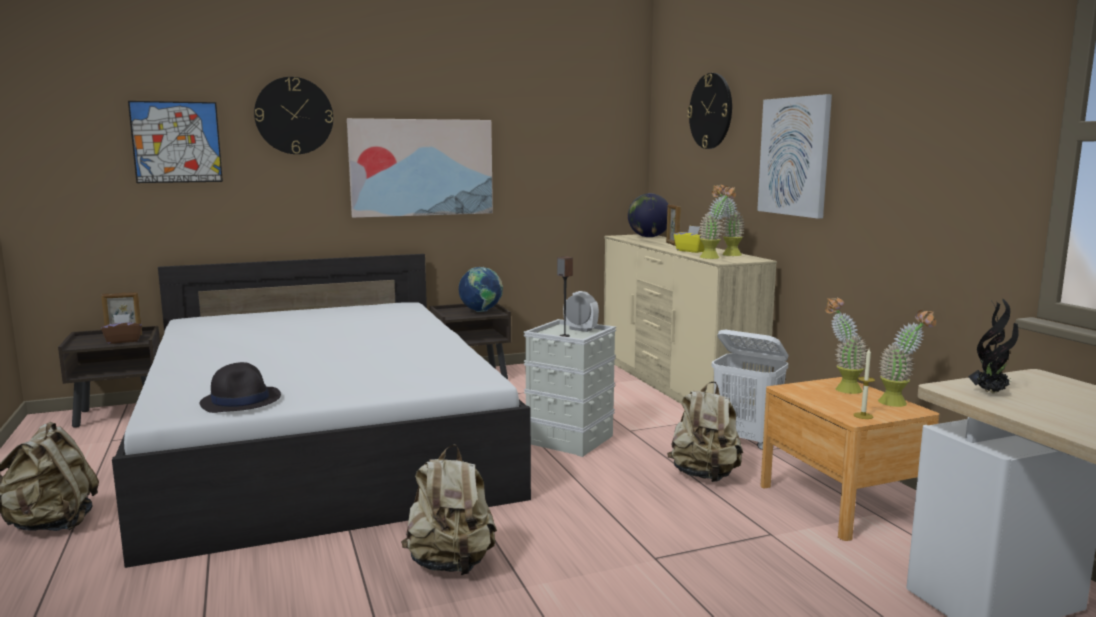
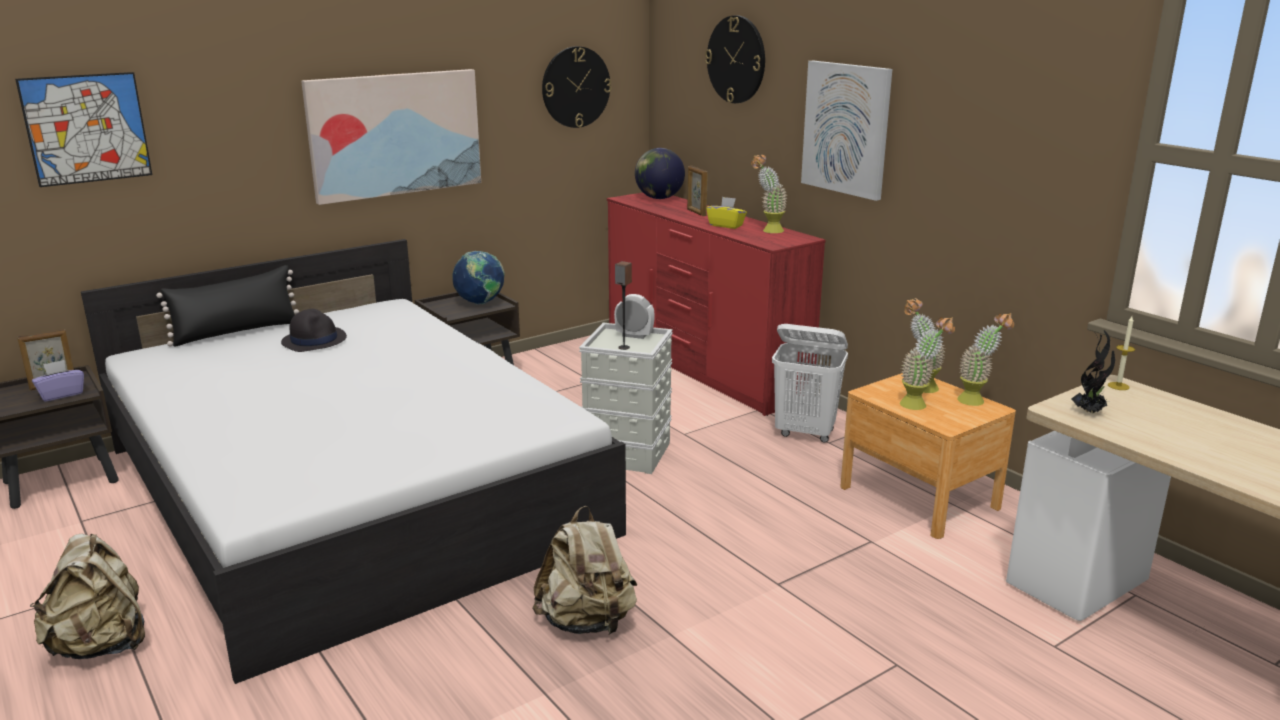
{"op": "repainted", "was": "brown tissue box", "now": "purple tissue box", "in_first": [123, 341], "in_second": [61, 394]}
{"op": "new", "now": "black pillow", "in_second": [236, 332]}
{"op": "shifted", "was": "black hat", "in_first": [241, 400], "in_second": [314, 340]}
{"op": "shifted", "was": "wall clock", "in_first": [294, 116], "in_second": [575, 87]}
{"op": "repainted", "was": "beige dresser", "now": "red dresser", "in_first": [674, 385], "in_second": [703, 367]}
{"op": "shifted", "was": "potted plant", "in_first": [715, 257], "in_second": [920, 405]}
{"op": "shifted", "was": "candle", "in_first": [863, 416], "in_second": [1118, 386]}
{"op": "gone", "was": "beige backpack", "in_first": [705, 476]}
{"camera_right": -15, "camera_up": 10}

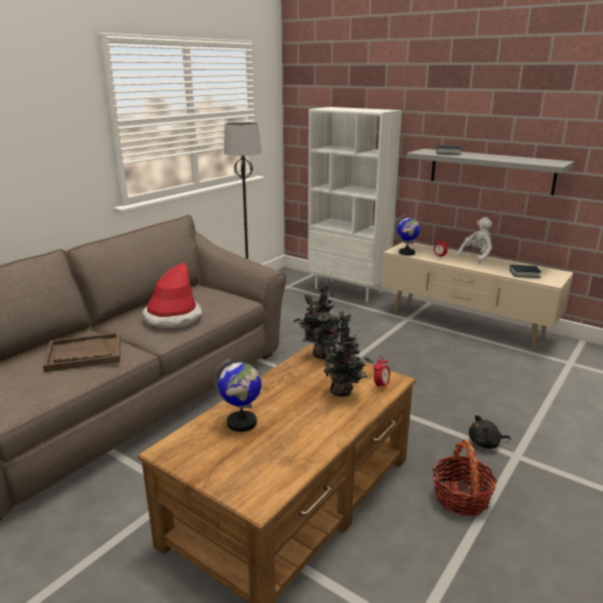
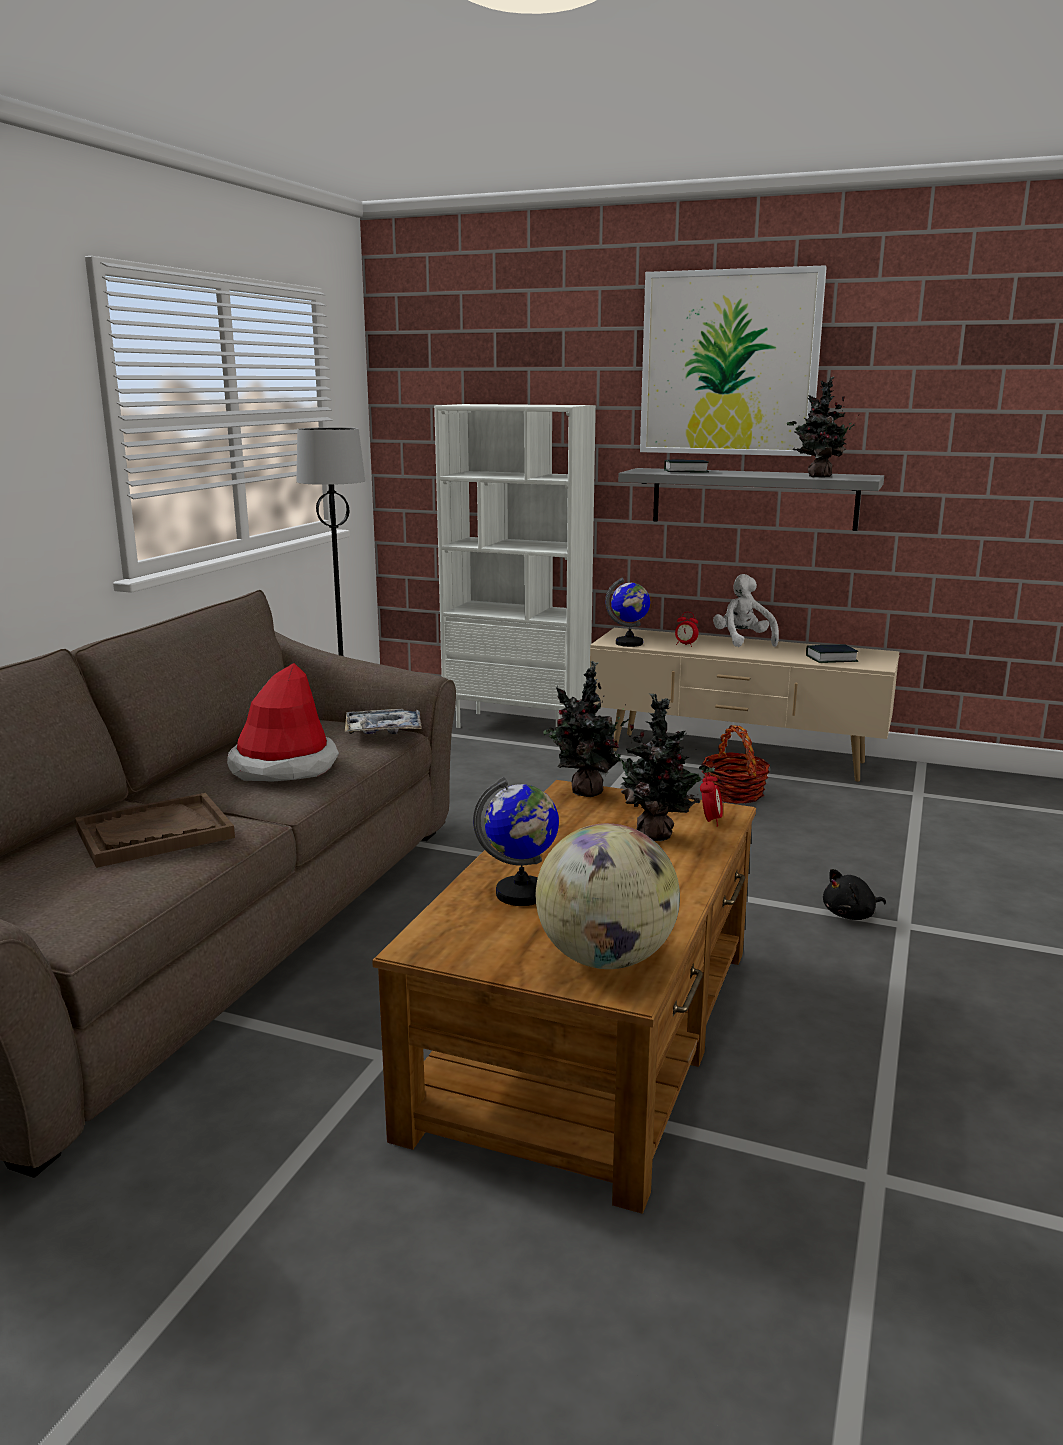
{"op": "new", "now": "tray", "in_second": [384, 730]}
{"op": "new", "now": "globe", "in_second": [606, 959]}
{"op": "new", "now": "picture", "in_second": [729, 363]}
{"op": "shifted", "was": "basket", "in_first": [461, 498], "in_second": [734, 793]}
{"op": "rotated", "was": "white plush toy", "in_first": [476, 256], "in_second": [743, 641], "clockwise": -45}
{"op": "new", "now": "potted plant", "in_second": [817, 476]}
{"camera_right": -15, "camera_up": -5}

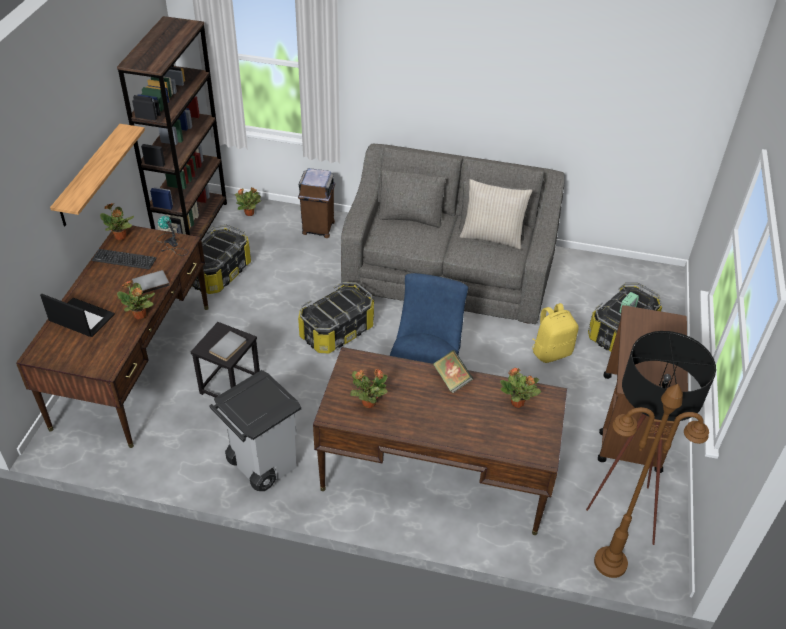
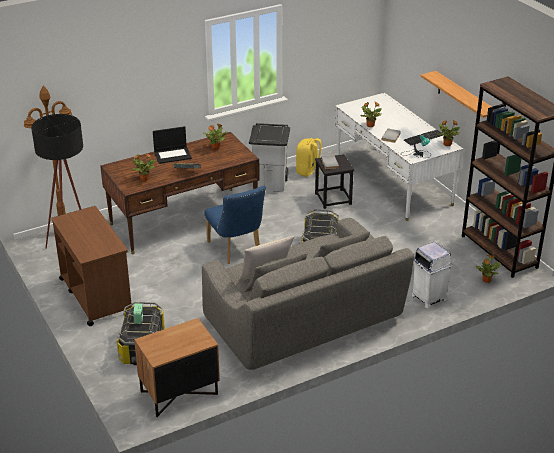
{"op": "new", "now": "brown nightstand", "in_second": [179, 393]}
{"op": "shifted", "was": "laptop", "in_first": [81, 318], "in_second": [173, 155]}
{"op": "shifted", "was": "yellow backpack", "in_first": [551, 352], "in_second": [308, 171]}
{"op": "repainted", "was": "brown desk", "now": "white desk", "in_first": [133, 365], "in_second": [392, 182]}
{"op": "repainted", "was": "brown trash can", "now": "white trash can", "in_first": [318, 228], "in_second": [428, 297]}
{"op": "gone", "was": "storage box", "in_first": [218, 273]}
{"camera_right": 140, "camera_up": -10}

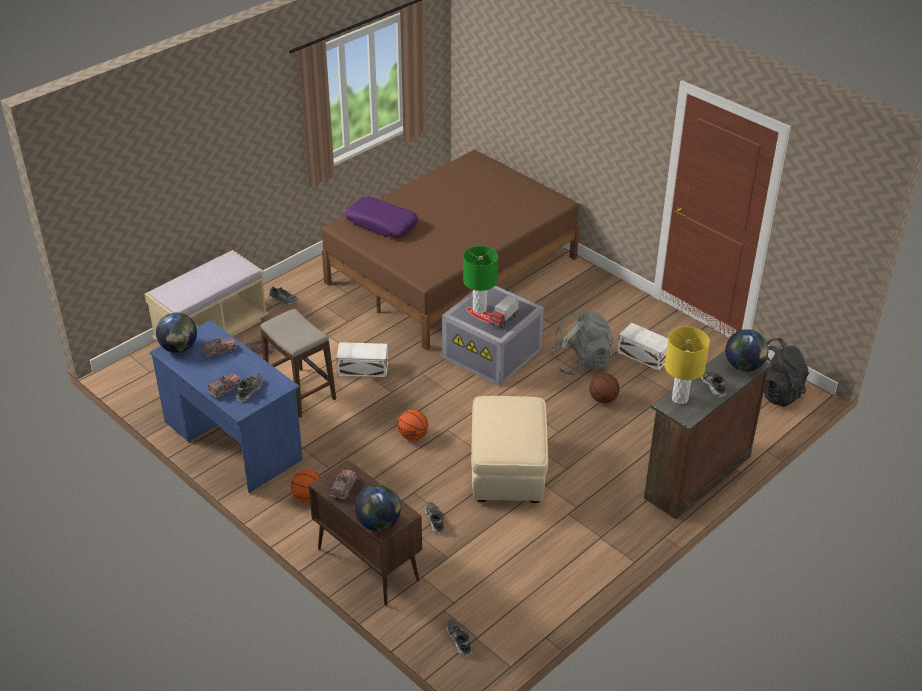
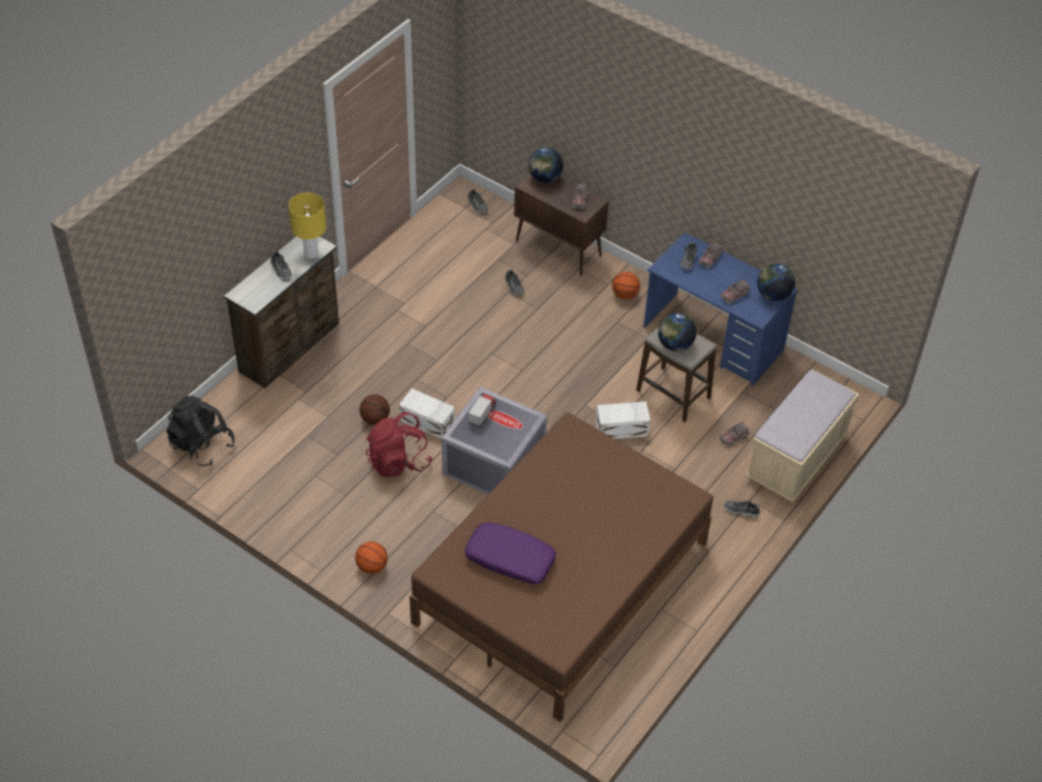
{"op": "shifted", "was": "basketball", "in_first": [413, 436], "in_second": [371, 566]}
{"op": "repainted", "was": "grey backpack", "now": "red backpack", "in_first": [581, 362], "in_second": [398, 461]}
{"op": "shifted", "was": "white storage box", "in_first": [643, 355], "in_second": [427, 422]}
{"op": "shifted", "was": "purple pillow", "in_first": [382, 224], "in_second": [509, 559]}
{"op": "shifted", "was": "globe", "in_first": [744, 366], "in_second": [675, 345]}
{"op": "gone", "was": "green table lamp", "in_first": [479, 309]}
{"op": "gone", "was": "beige ottoman", "in_first": [507, 469]}
{"camera_right": 170, "camera_up": 10}

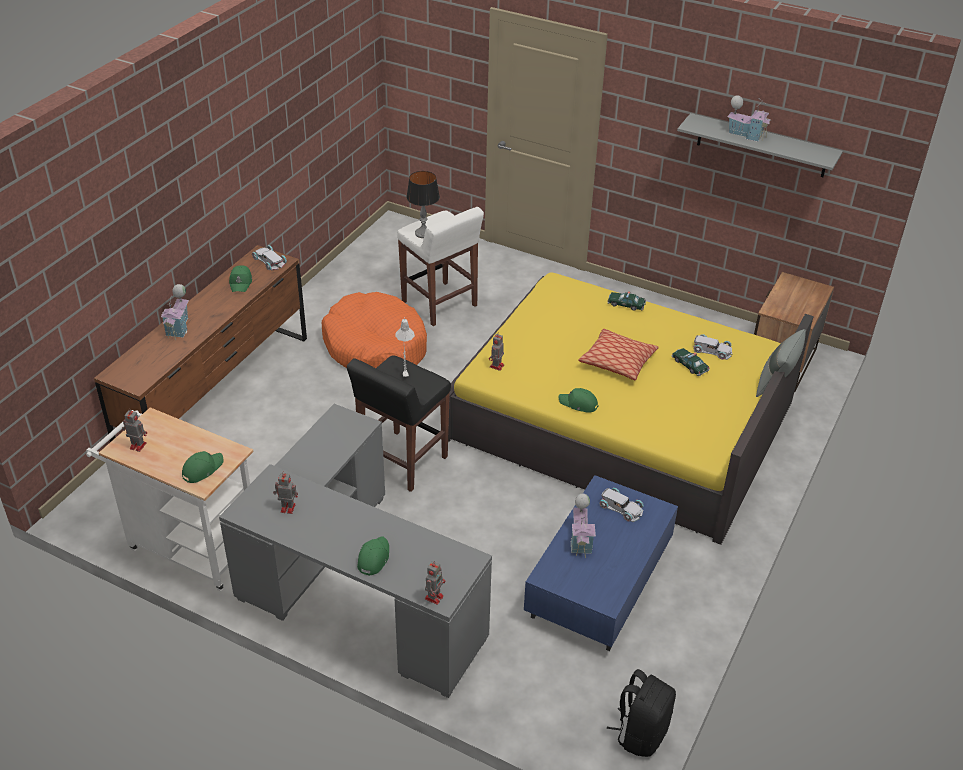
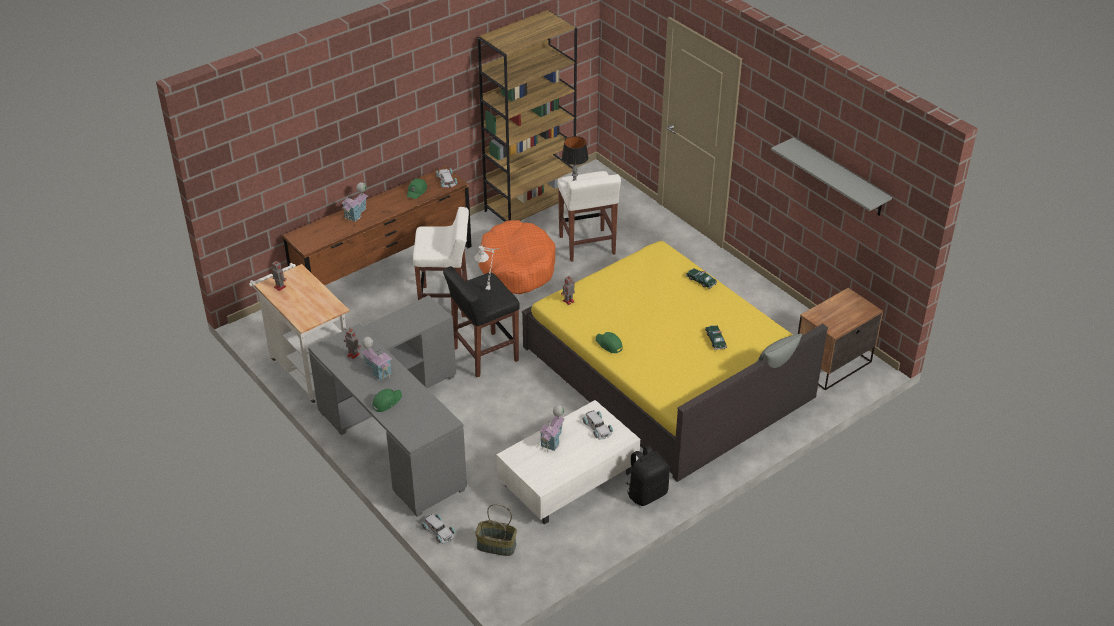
{"op": "shifted", "was": "toy house", "in_first": [746, 134], "in_second": [378, 370]}
{"op": "new", "now": "white stool", "in_second": [445, 302]}
{"op": "shifted", "was": "white toy car", "in_first": [712, 350], "in_second": [438, 531]}
{"op": "new", "now": "basket", "in_second": [496, 546]}
{"op": "new", "now": "brown bookcase", "in_second": [530, 205]}
{"op": "repainted", "was": "blue coffee table", "now": "white coffee table", "in_first": [598, 583], "in_second": [567, 479]}
{"op": "shifted", "was": "black backpack", "in_first": [641, 733], "in_second": [647, 493]}
{"op": "gone", "was": "green cap", "in_first": [202, 469]}
{"op": "gone", "was": "toy robot", "in_first": [434, 596]}
{"op": "gone", "was": "pillow", "in_first": [617, 361]}
{"camera_right": 25, "camera_up": 0}

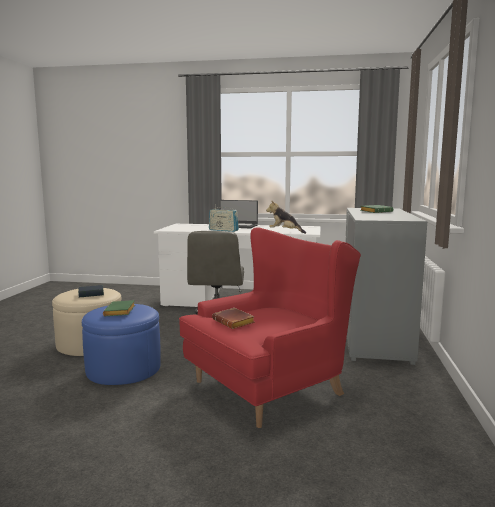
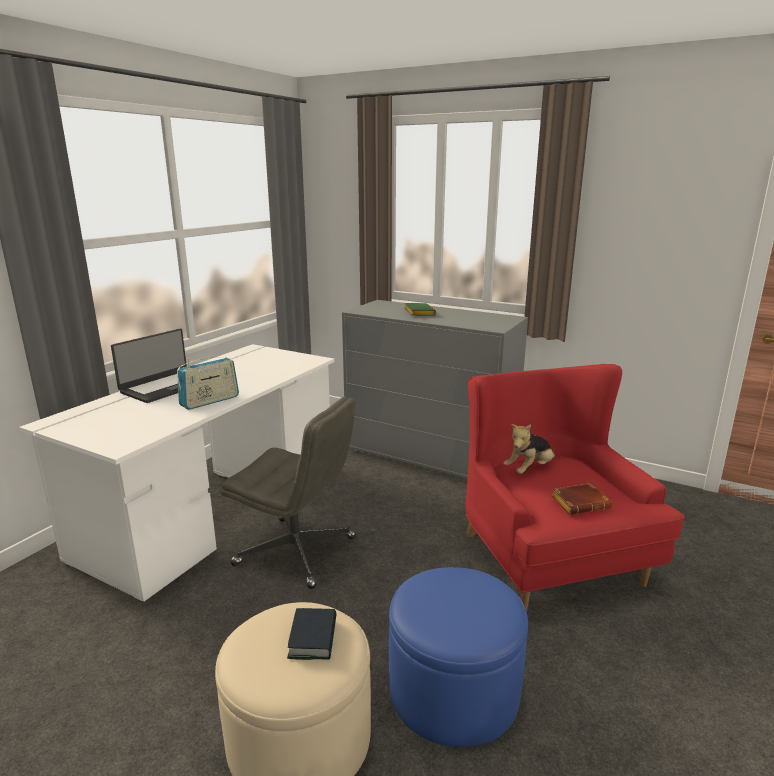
{"op": "shifted", "was": "plush toy", "in_first": [285, 232], "in_second": [529, 469]}
{"op": "gone", "was": "green book", "in_first": [120, 312]}
{"camera_right": -70, "camera_up": 10}

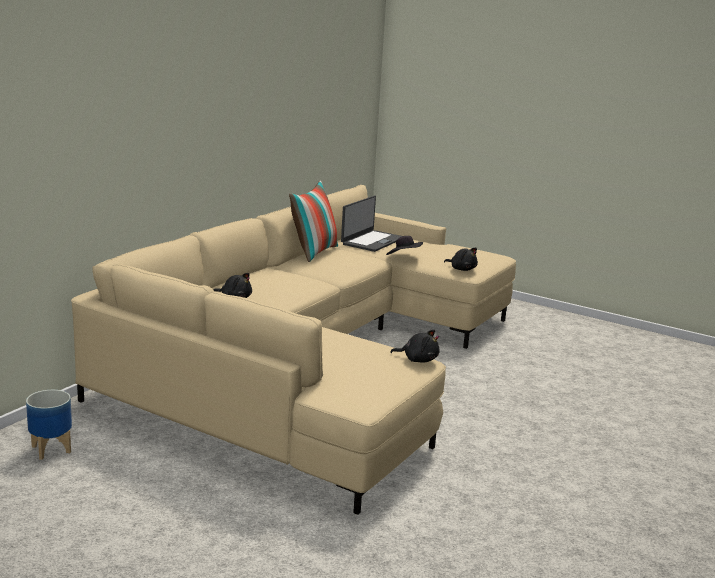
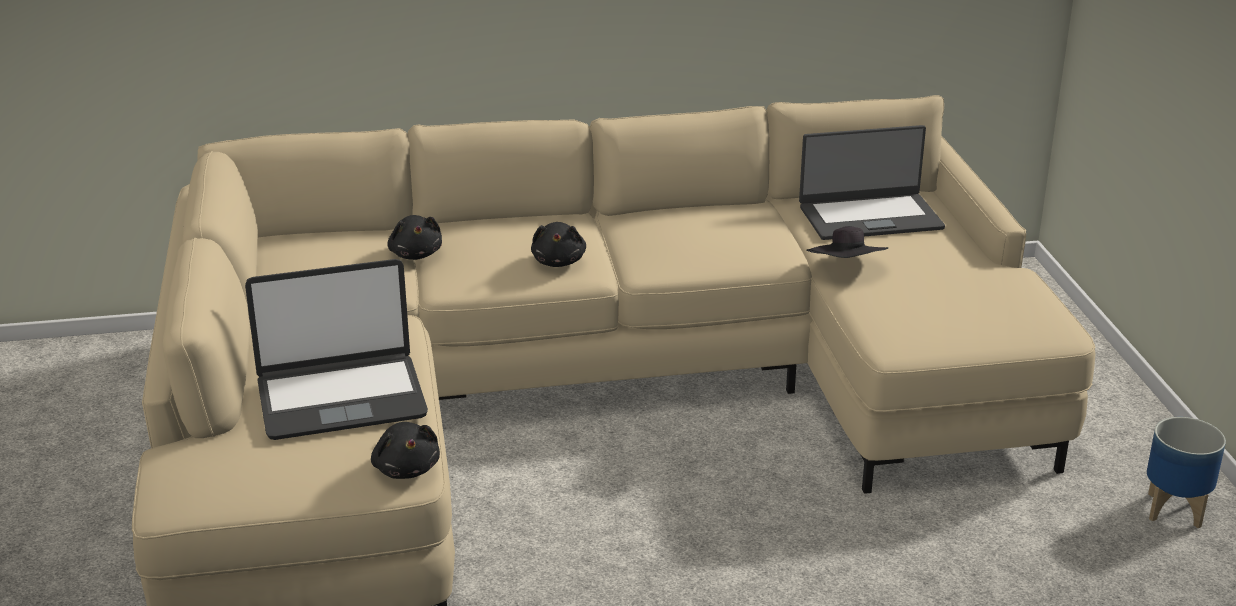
{"op": "new", "now": "laptop", "in_second": [341, 398]}
{"op": "shifted", "was": "black plush toy", "in_first": [462, 269], "in_second": [559, 261]}
{"op": "shifted", "was": "planter", "in_first": [52, 449], "in_second": [1175, 510]}
{"op": "gone", "was": "pillow", "in_first": [313, 252]}
{"camera_right": 50, "camera_up": 10}

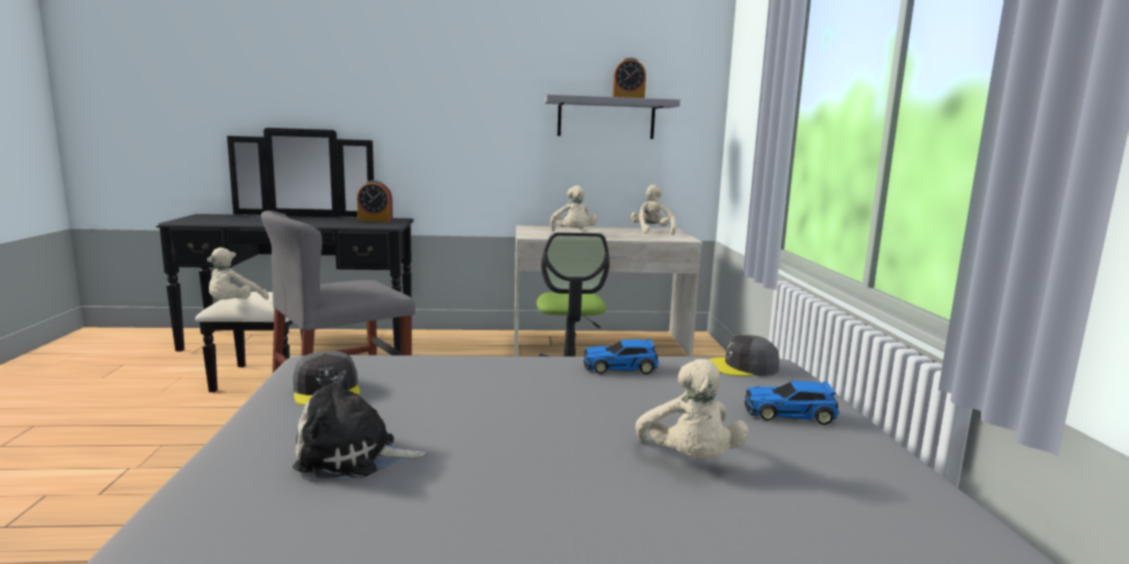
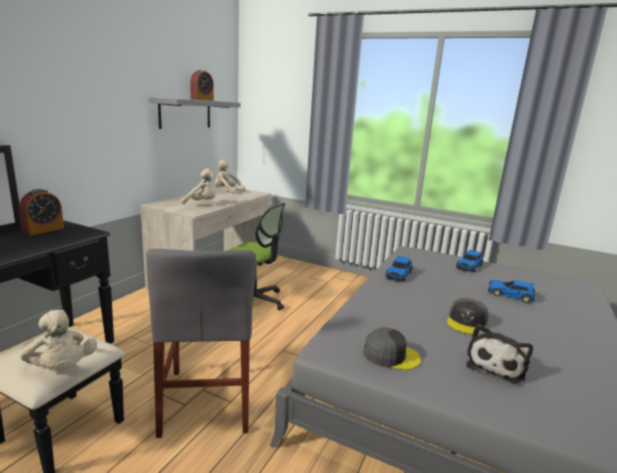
{"op": "shifted", "was": "grey cap", "in_first": [743, 367], "in_second": [467, 322]}
{"op": "swapped", "was": "beige plush toy", "now": "toy car", "in_first": [689, 460], "in_second": [511, 295]}
{"camera_right": -60, "camera_up": 5}

